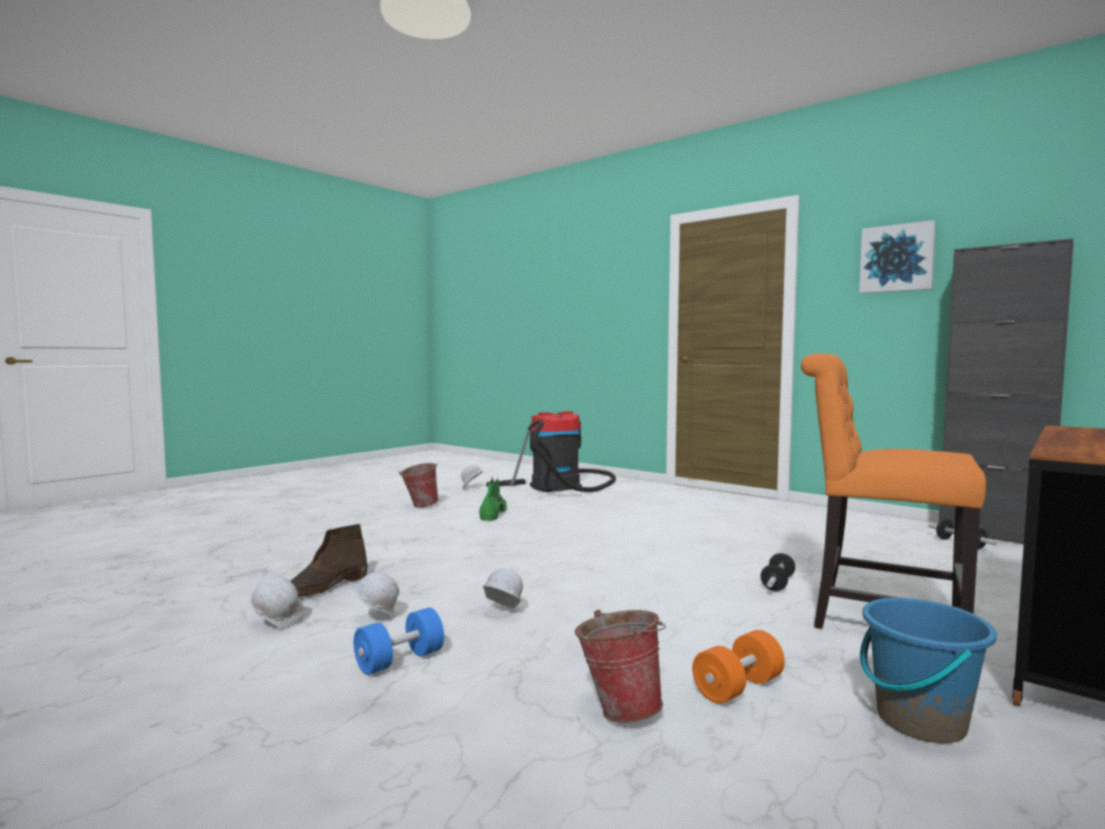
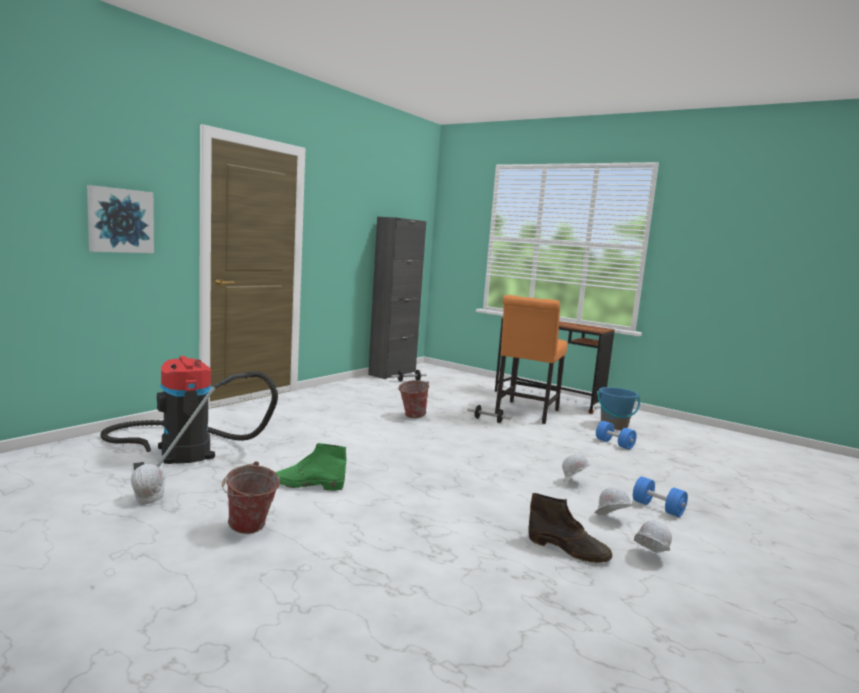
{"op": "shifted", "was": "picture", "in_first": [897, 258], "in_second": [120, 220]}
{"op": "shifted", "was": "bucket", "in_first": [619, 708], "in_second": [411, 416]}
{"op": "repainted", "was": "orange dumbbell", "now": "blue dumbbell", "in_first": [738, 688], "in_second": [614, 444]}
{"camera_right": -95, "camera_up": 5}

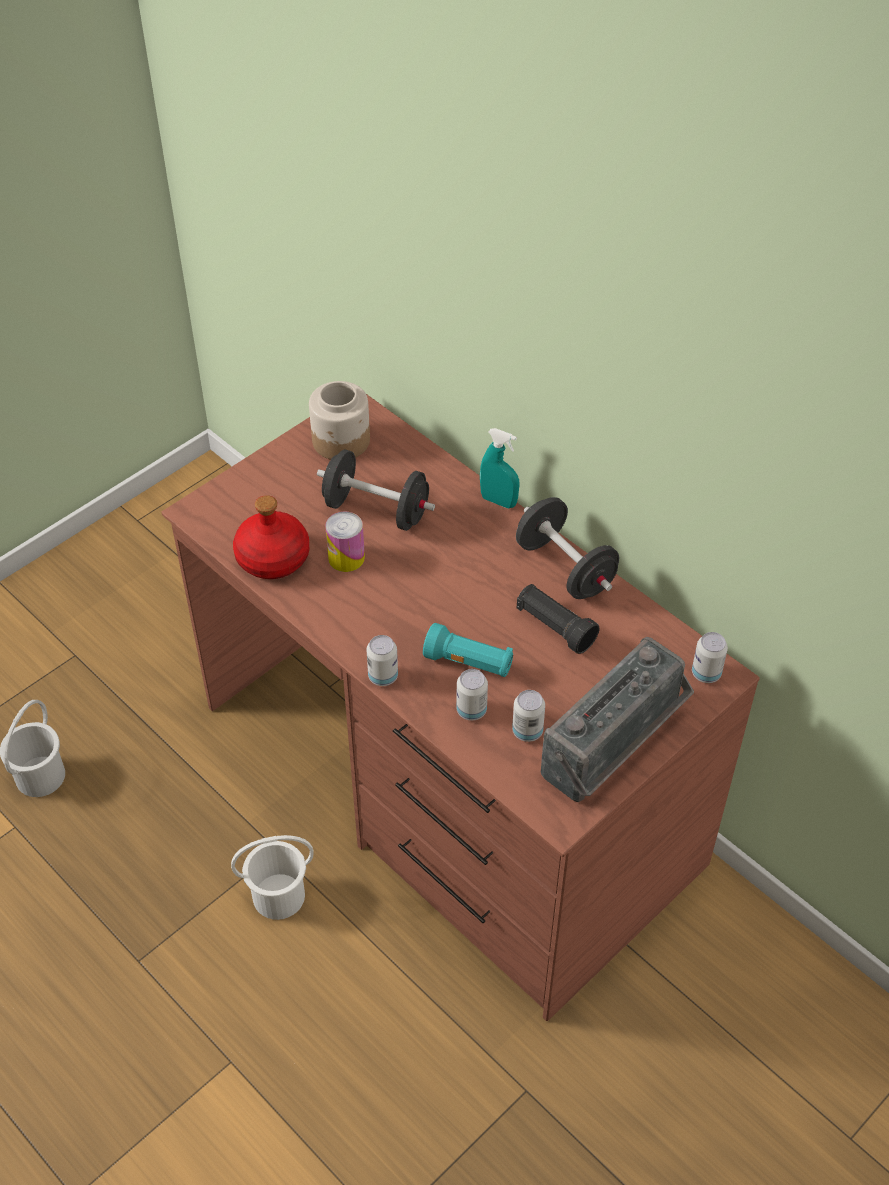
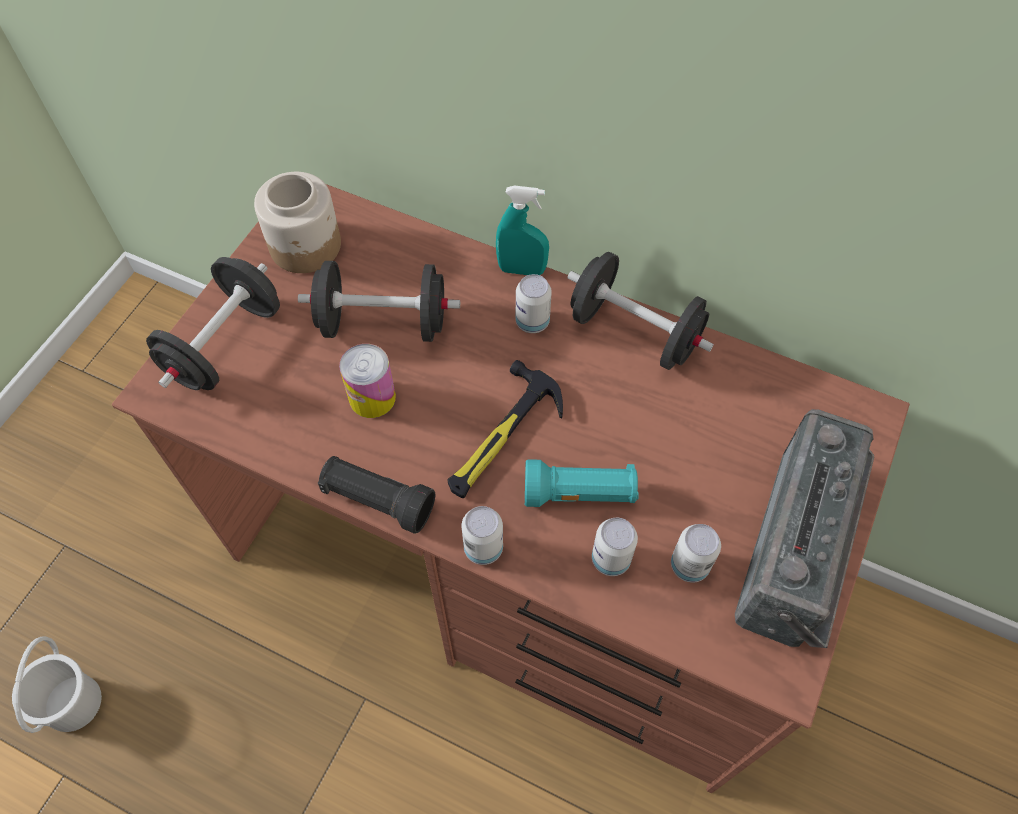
{"op": "new", "now": "black dumbbell", "in_second": [225, 345]}
{"op": "shifted", "was": "black flashlight", "in_first": [554, 627], "in_second": [377, 500]}
{"op": "new", "now": "hammer", "in_second": [502, 436]}
{"op": "shifted", "was": "can", "in_first": [706, 673], "in_second": [532, 322]}
{"op": "gone", "was": "white bucket", "in_first": [278, 895]}
{"op": "gone", "was": "red bottle", "in_first": [273, 557]}
{"camera_right": -20, "camera_up": 10}

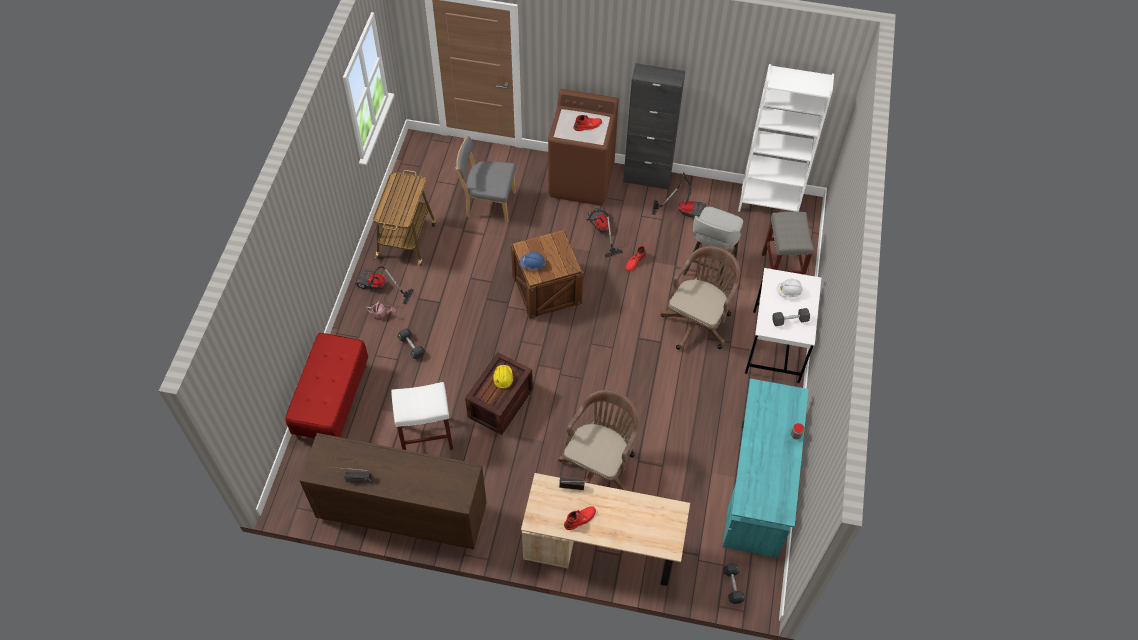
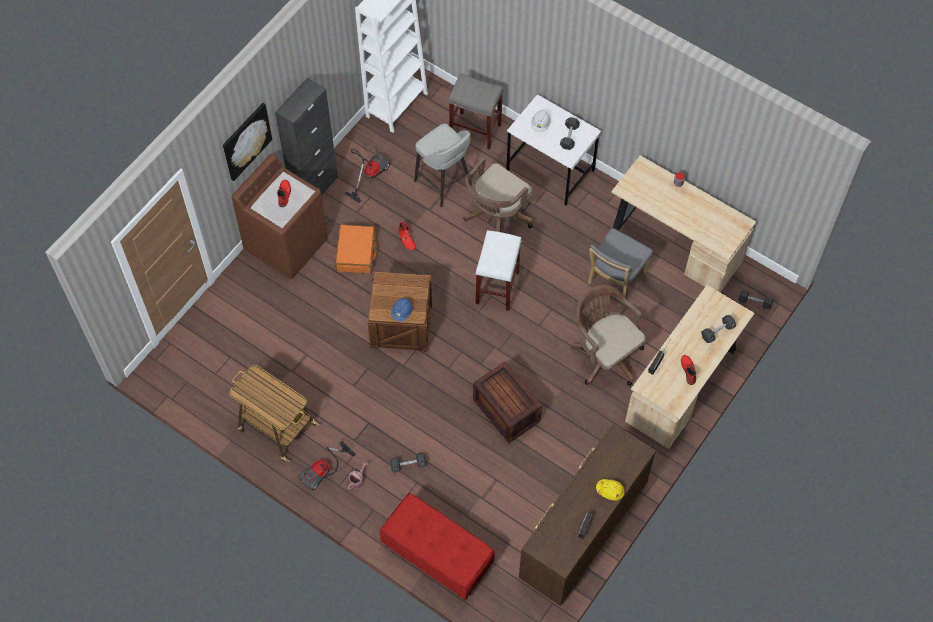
{"op": "new", "now": "picture", "in_second": [246, 141]}
{"op": "swapped", "was": "vacuum cleaner", "now": "orange suitcase", "in_first": [600, 231], "in_second": [356, 253]}
{"op": "rotated", "was": "brown office chair", "in_first": [698, 321], "in_second": [496, 217], "clockwise": -105}
{"op": "shifted", "was": "white stool", "in_first": [427, 436], "in_second": [497, 287]}
{"op": "shifted", "was": "grey chair", "in_first": [488, 204], "in_second": [615, 279]}
{"op": "shifted", "was": "yellow hard hat", "in_first": [503, 378], "in_second": [610, 491]}
{"op": "repainted", "was": "turquoise desk", "now": "beige desk", "in_first": [759, 484], "in_second": [674, 243]}
{"op": "new", "now": "black dumbbell", "in_second": [717, 332]}
{"camera_right": -65, "camera_up": 5}

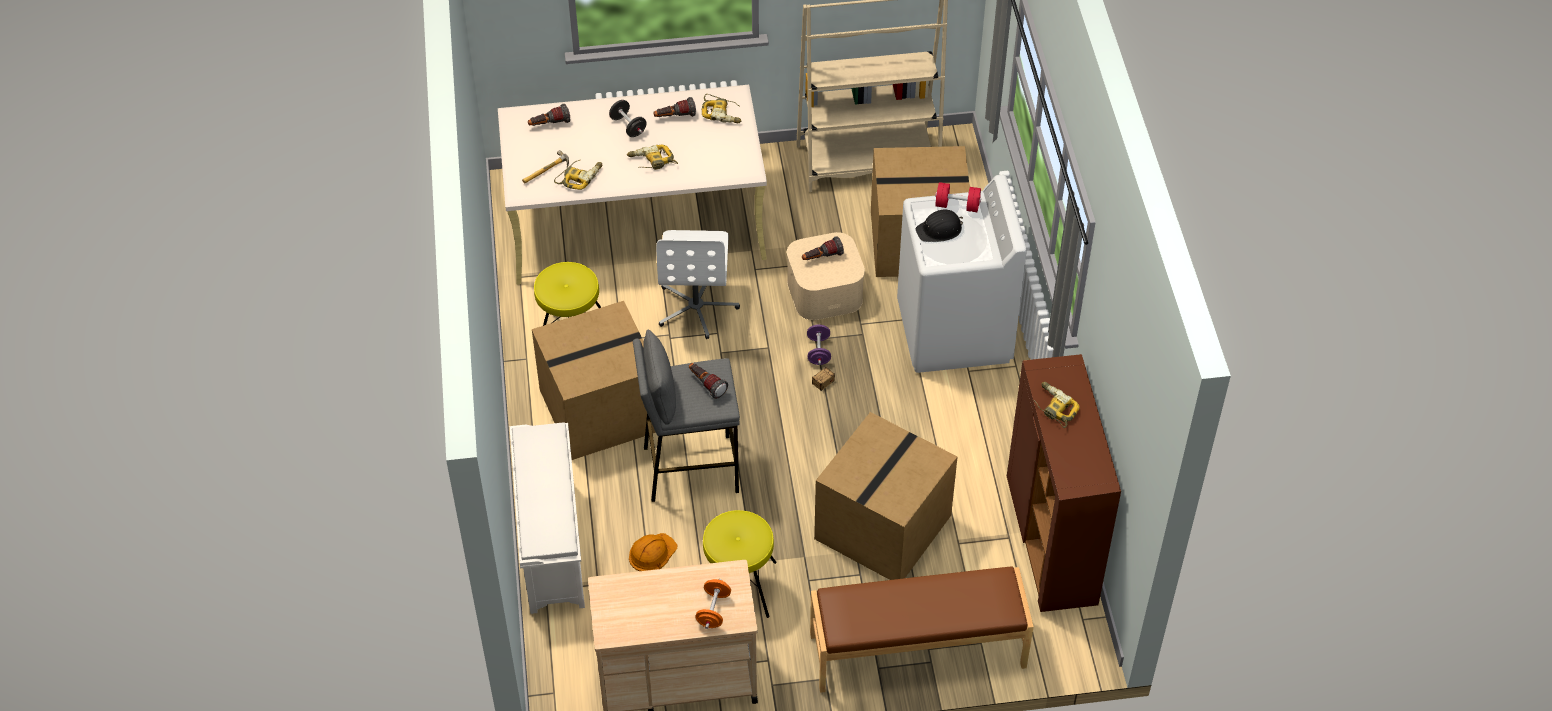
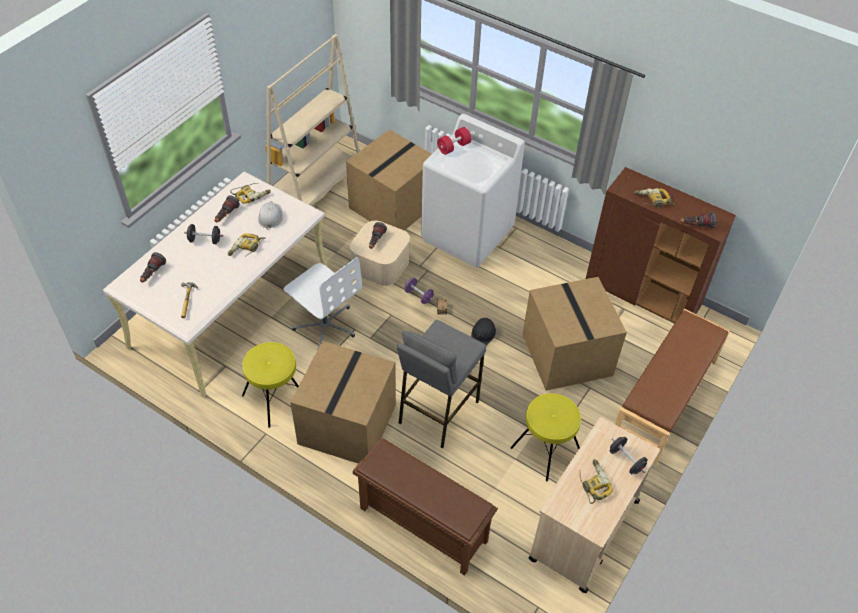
{"op": "new", "now": "white hard hat", "in_second": [270, 217]}
{"op": "repainted", "was": "white shoe rack", "now": "brown shoe rack", "in_first": [550, 544], "in_second": [421, 525]}
{"op": "shifted", "was": "black hard hat", "in_first": [939, 230], "in_second": [483, 333]}
{"op": "shifted", "was": "power drill", "in_first": [579, 177], "in_second": [593, 483]}
{"op": "repainted", "was": "orange dumbbell", "now": "black dumbbell", "in_first": [713, 611], "in_second": [626, 460]}
{"op": "shifted", "was": "flashlight", "in_first": [706, 385], "in_second": [695, 226]}
{"op": "gone", "was": "orange hard hat", "in_first": [652, 553]}
{"camera_right": -50, "camera_up": 0}

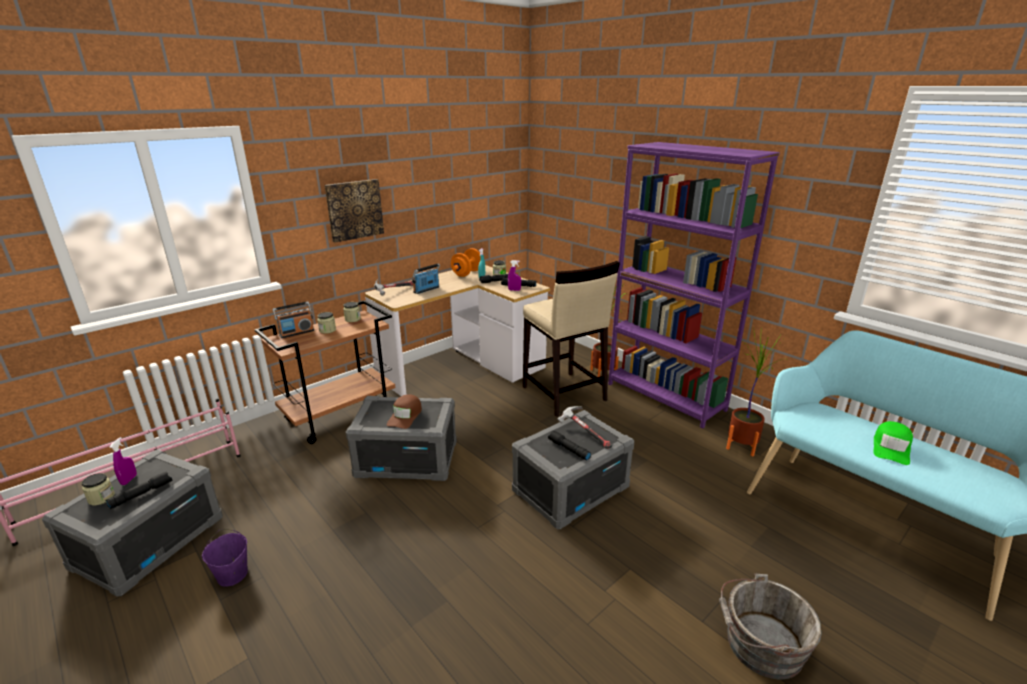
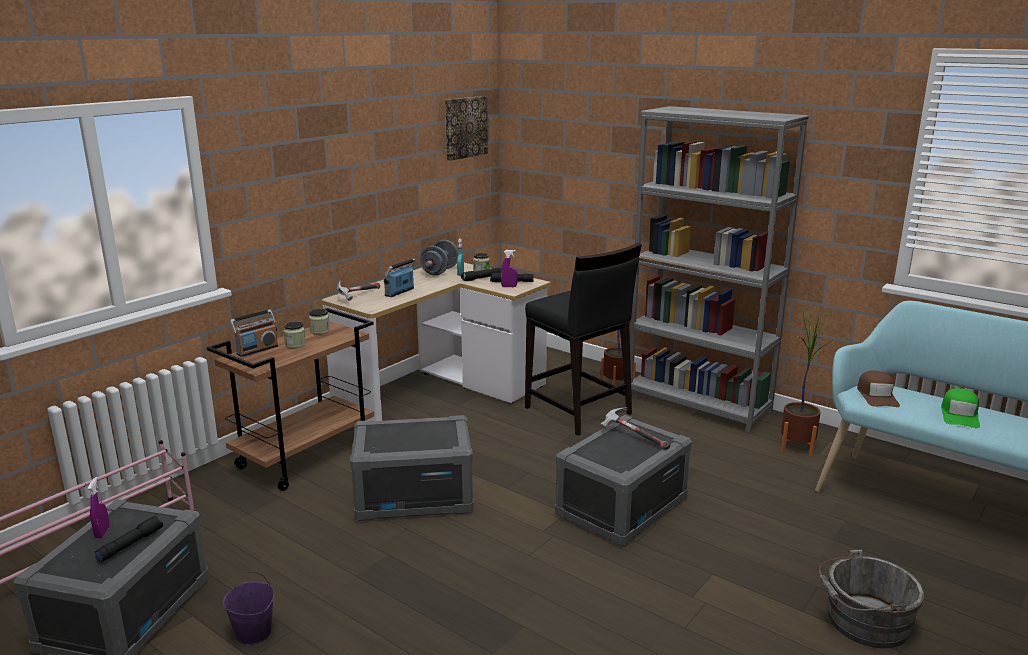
{"op": "repainted", "was": "orange dumbbell", "now": "grey dumbbell", "in_first": [467, 273], "in_second": [440, 271]}
{"op": "shifted", "was": "picture", "in_first": [354, 209], "in_second": [465, 127]}
{"op": "repainted", "was": "beige stool", "now": "black stool", "in_first": [564, 394], "in_second": [578, 411]}
{"op": "repainted", "was": "purple bookcase", "now": "grey bookcase", "in_first": [665, 397], "in_second": [698, 404]}
{"op": "shifted", "was": "brown cap", "in_first": [405, 416], "in_second": [877, 396]}
{"op": "gone", "was": "jar", "in_first": [101, 498]}
{"op": "gone", "was": "black flashlight", "in_first": [568, 449]}
{"camera_right": -10, "camera_up": -5}

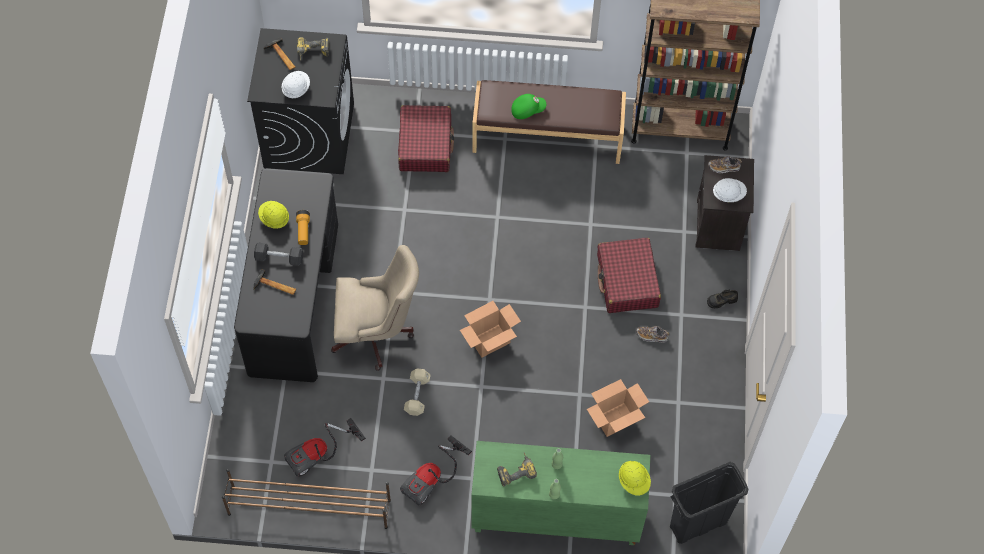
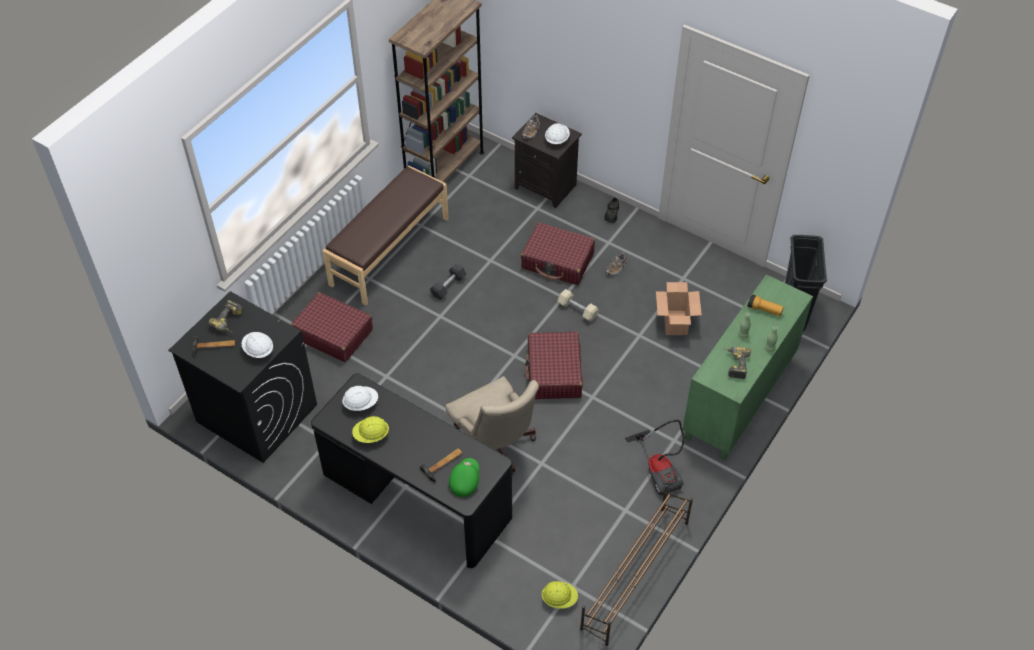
{"op": "new", "now": "white hard hat", "in_second": [361, 403]}
{"op": "shifted", "was": "black dumbbell", "in_first": [279, 258], "in_second": [448, 286]}
{"op": "rotated", "was": "beige office chair", "in_first": [376, 334], "in_second": [495, 449], "clockwise": 120}
{"op": "shifted", "was": "green cap", "in_first": [527, 110], "in_second": [464, 481]}
{"op": "swapped", "was": "cardboard box", "now": "red suitcase", "in_first": [489, 341], "in_second": [554, 372]}
{"op": "shifted", "was": "yellow hard hat", "in_first": [634, 481], "in_second": [559, 599]}
{"op": "shifted", "was": "beige dumbbell", "in_first": [417, 395], "in_second": [577, 310]}
{"op": "shifted", "was": "flashlight", "in_first": [303, 231], "in_second": [764, 310]}
{"op": "gone", "was": "vacuum cleaner", "in_first": [320, 455]}
{"camera_right": -60, "camera_up": -10}

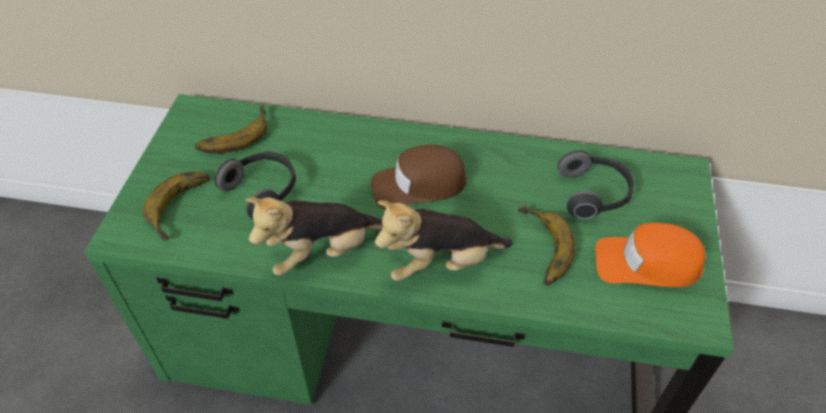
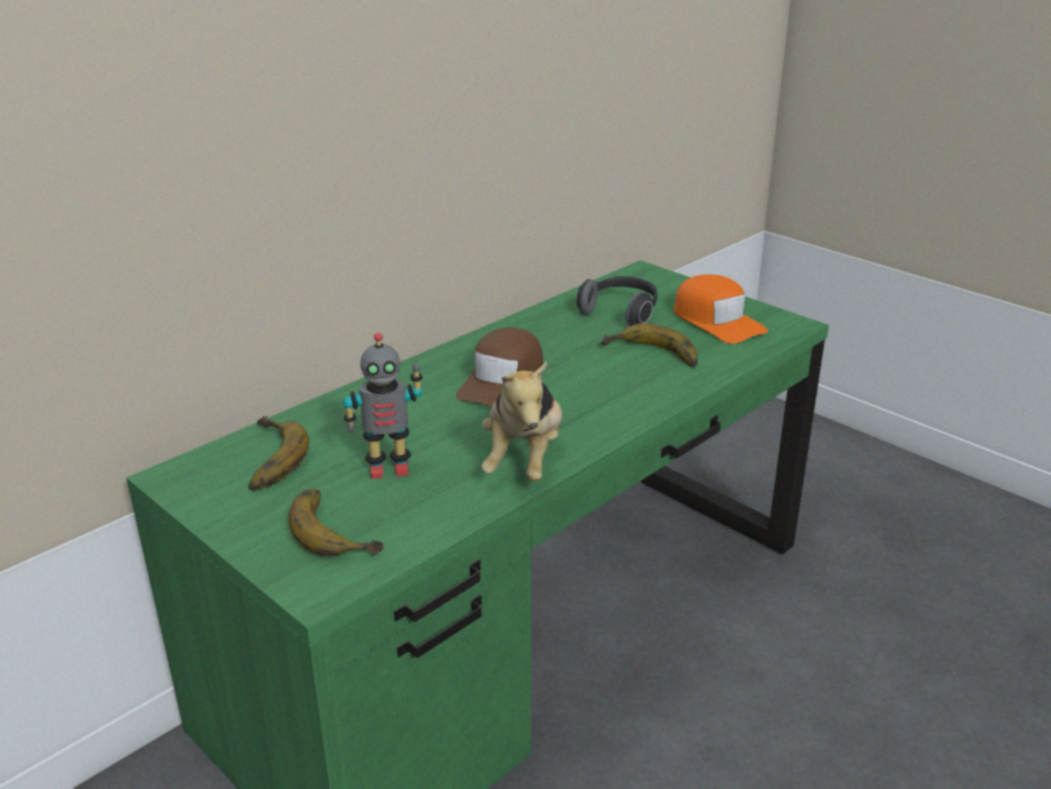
{"op": "swapped", "was": "headphones", "now": "toy robot", "in_first": [263, 191], "in_second": [388, 468]}
{"op": "rotated", "was": "orange cap", "in_first": [647, 263], "in_second": [717, 321], "clockwise": -75}
{"op": "gone", "was": "plush toy", "in_first": [441, 263]}
{"camera_right": -55, "camera_up": -20}

